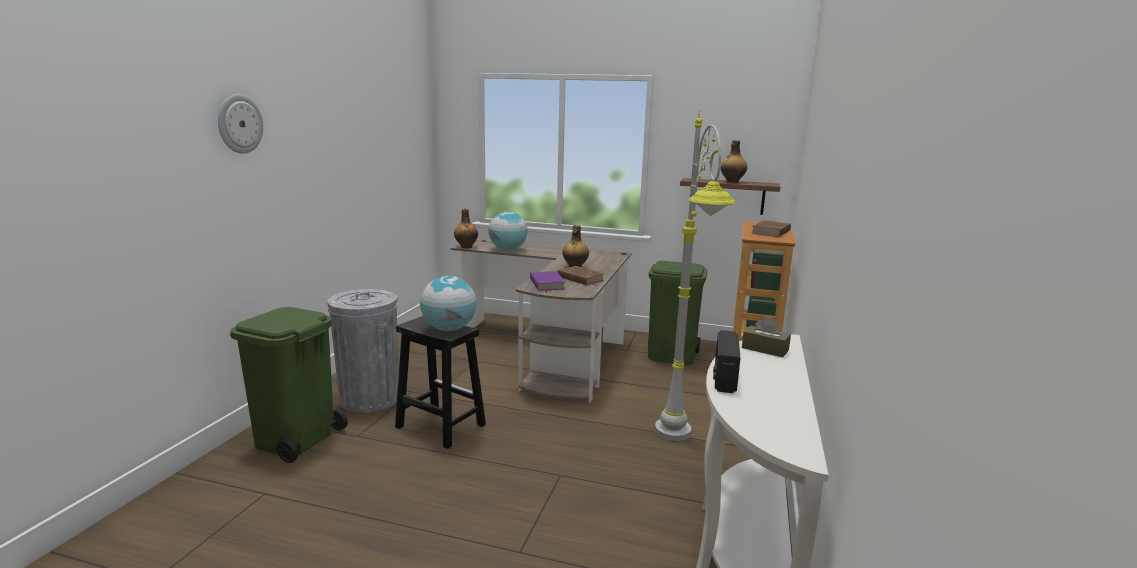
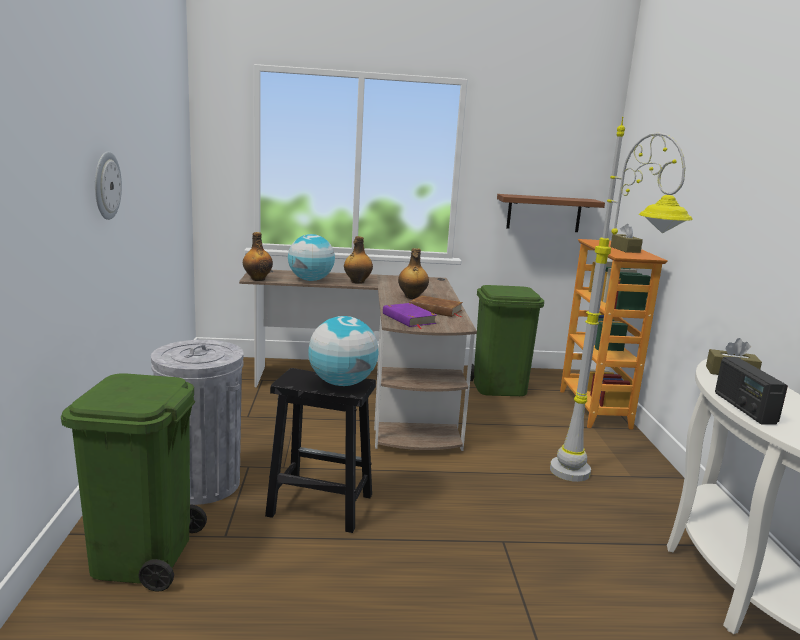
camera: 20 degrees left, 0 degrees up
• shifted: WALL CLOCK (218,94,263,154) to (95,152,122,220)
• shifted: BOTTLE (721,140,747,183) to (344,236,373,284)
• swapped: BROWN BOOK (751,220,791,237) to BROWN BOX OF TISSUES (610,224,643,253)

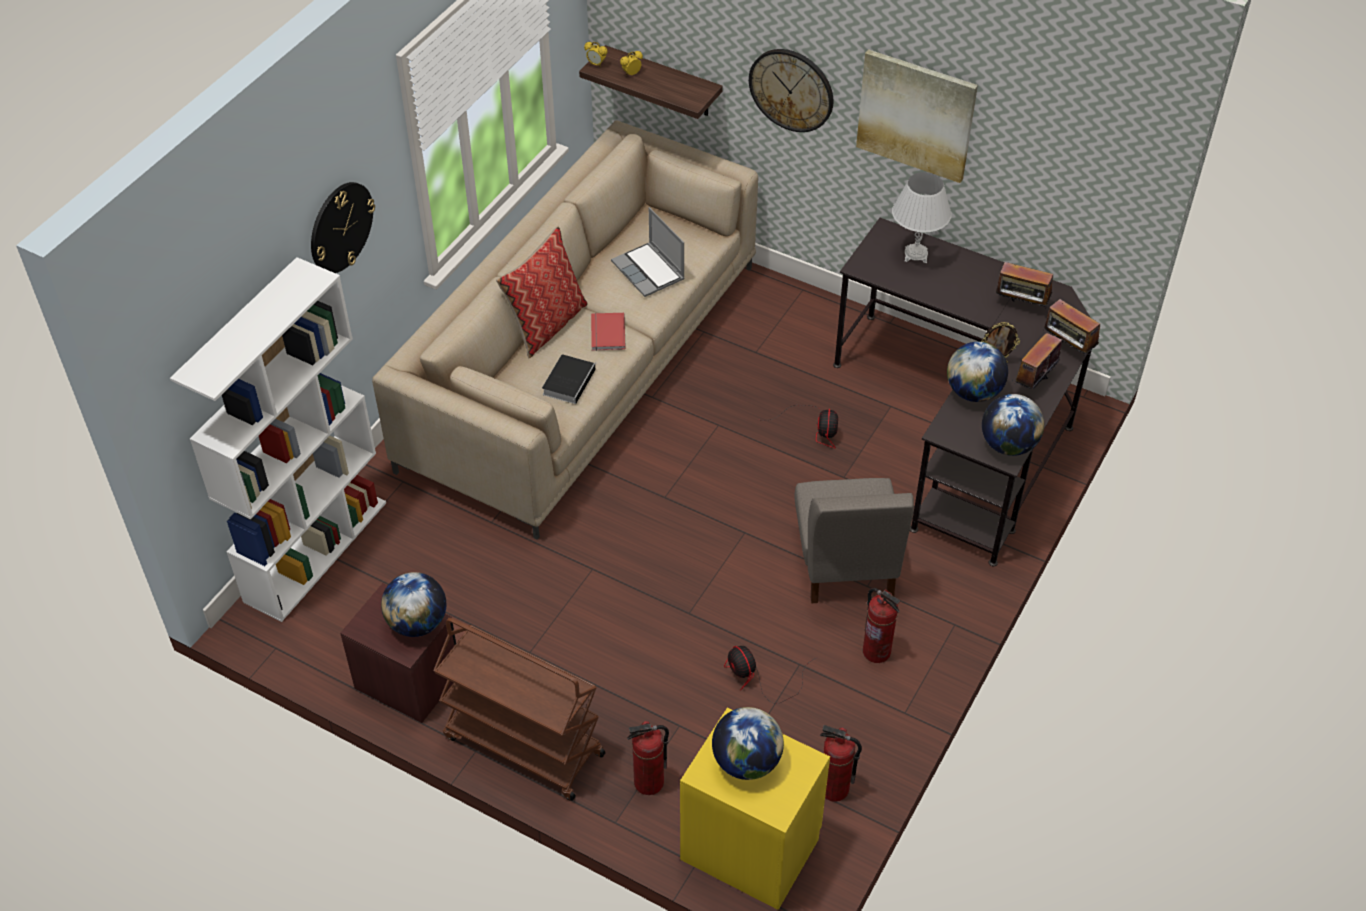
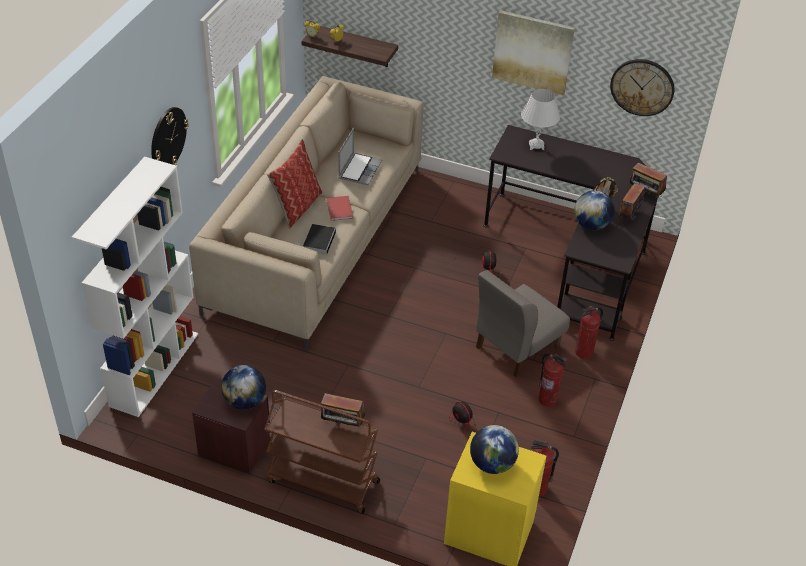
camera: 10 degrees left, 5 degrees down
• shifted: RADIO (996,262,1053,308) to (321,393,365,427)
• rotated: LAPTOP (611,207,685,297) = (338,128,382,185) 120 degrees counterclockwise
• rotated: GRAY CHAIR (794,478,914,603) = (476,270,570,378) 60 degrees clockwise
• shifted: EXTINGUISHER (627,721,669,795) to (575,306,603,359)
• shifted: WALL CLOCK (749,49,834,132) to (610,59,674,116)
• gone: GLOBE (982,394,1044,456)

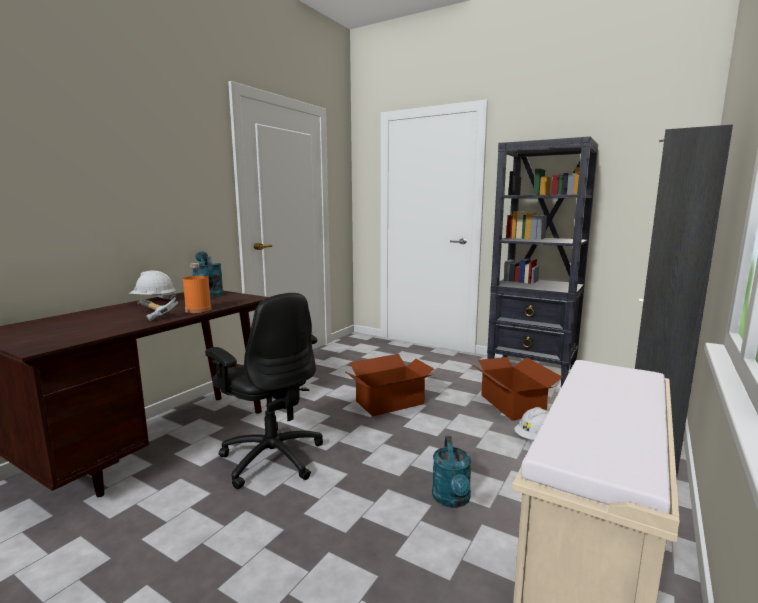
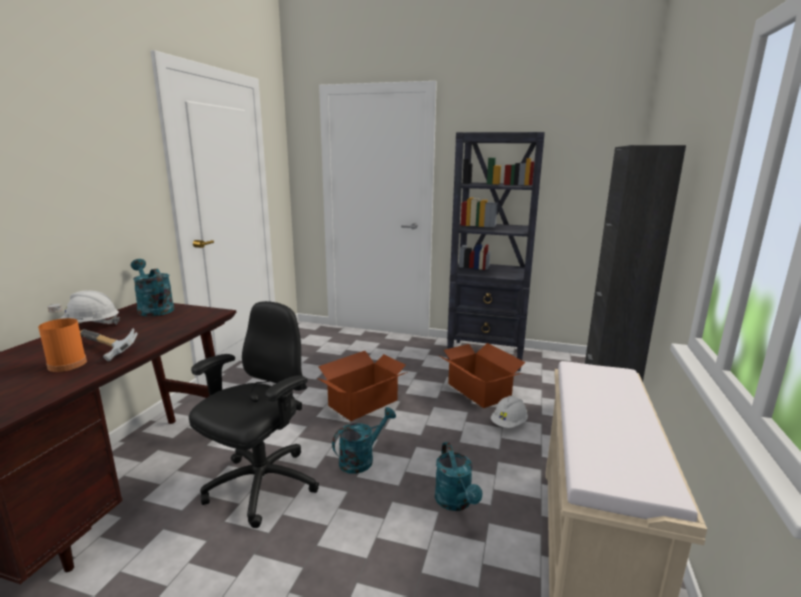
camera: 15 degrees left, 5 degrees up
• shifted: ORANGE-COLOURED BOTTLE (183,263,212,313) to (38,304,87,372)
• rotated: BLACK COMPUTER CHAIR (205,293,323,489) = (189,301,319,528) 90 degrees counterclockwise
• new: TURQUOISE SPRINKLING CAN (332,407,396,474)

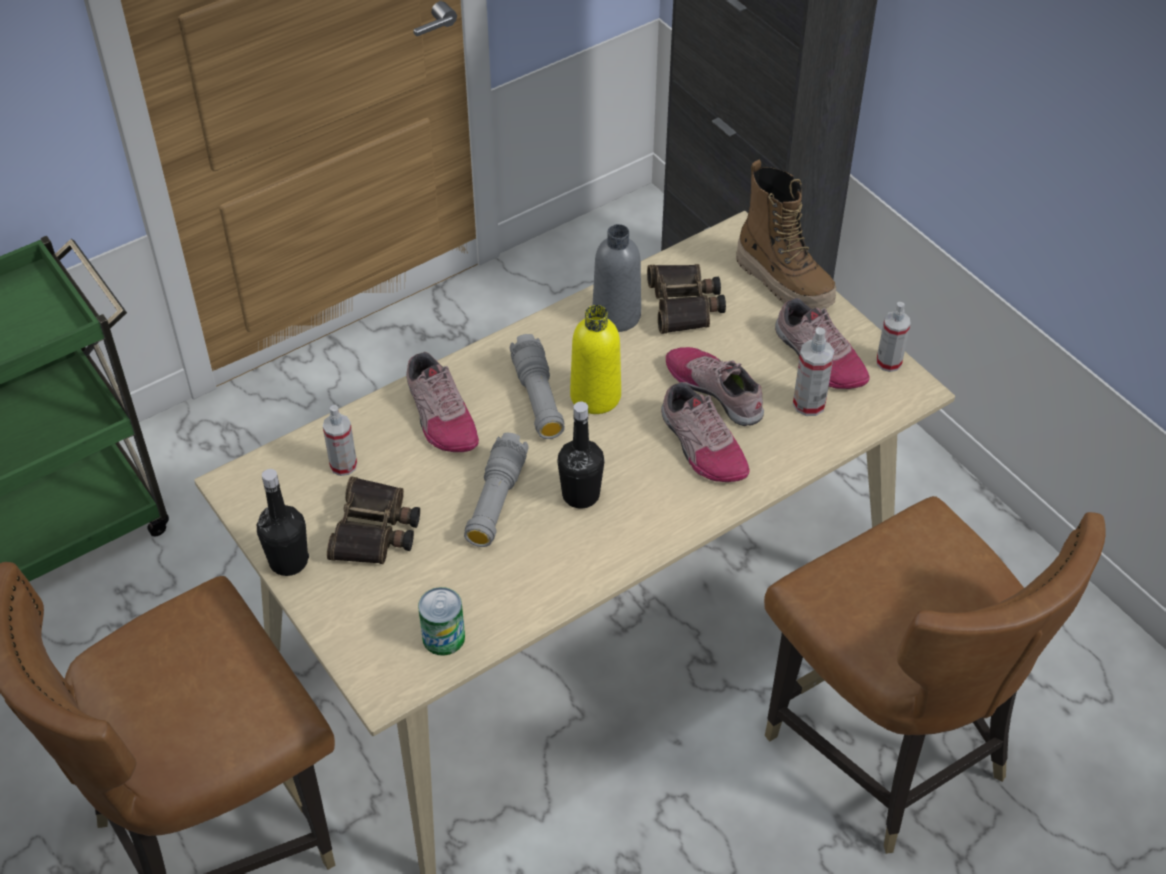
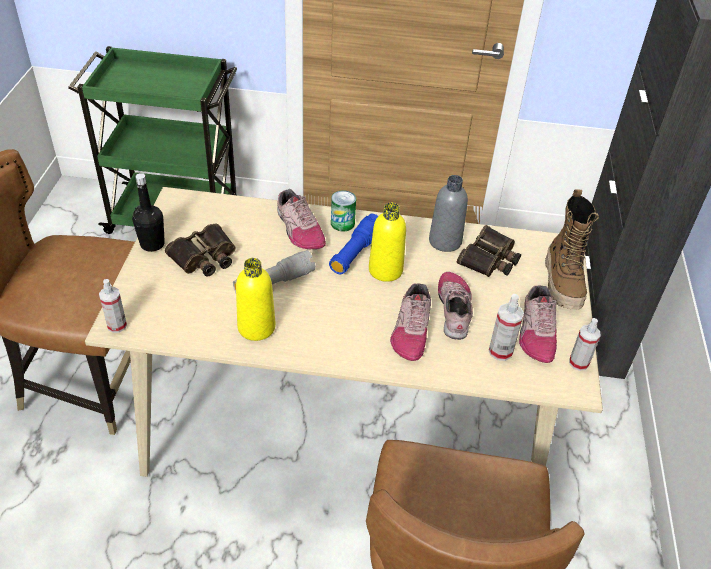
camera: 40 degrees right, 5 degrees down
• shifted: SPRAYER (323,405,357,476) to (99,279,127,333)
• new: YELLOWISH BOTTLE (236,258,276,341)
• rotated: LOW SHOE (406,352,479,452) = (277,189,326,249) 45 degrees counterclockwise
• repainted: GRAY FLASHLIGHT (510,334,565,439) to BLUE-COLOURED FLASHLIGHT (329,214,378,274)
• shifted: METAL CAN (418,587,465,656) to (331,190,356,231)
• gone: BLACK BOTTLE (558,402,605,509)

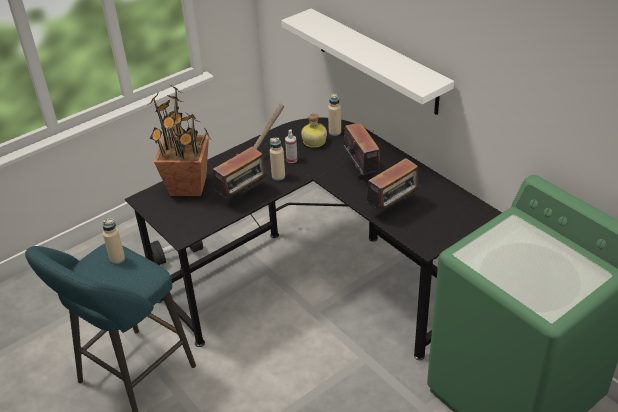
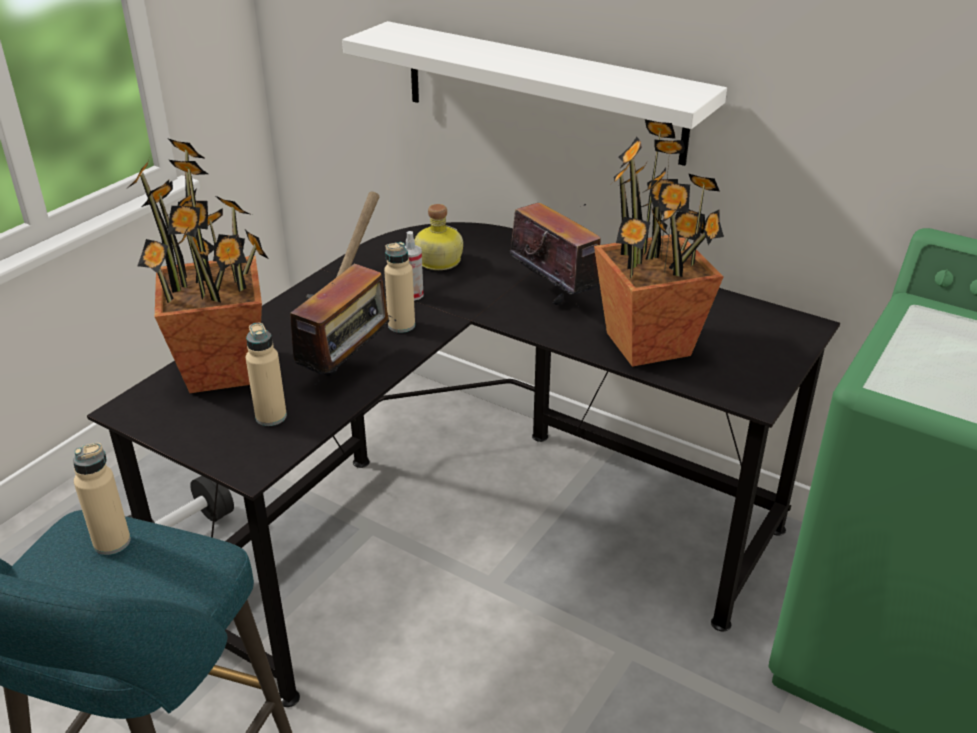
camera: 20 degrees left, 5 degrees down
• shifted: BEIGE-COLOURED BOTTLE (328,93,341,136) to (246,323,287,426)
• swapped: RADIO (367,158,422,213) to HOUSEPLANT (594,119,724,367)

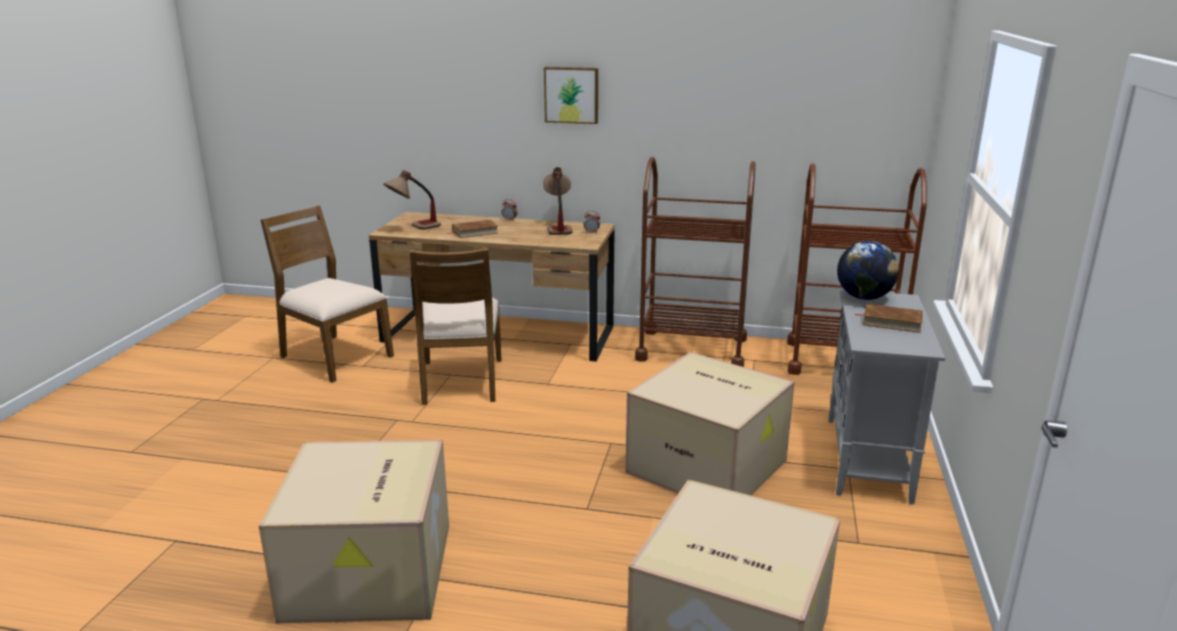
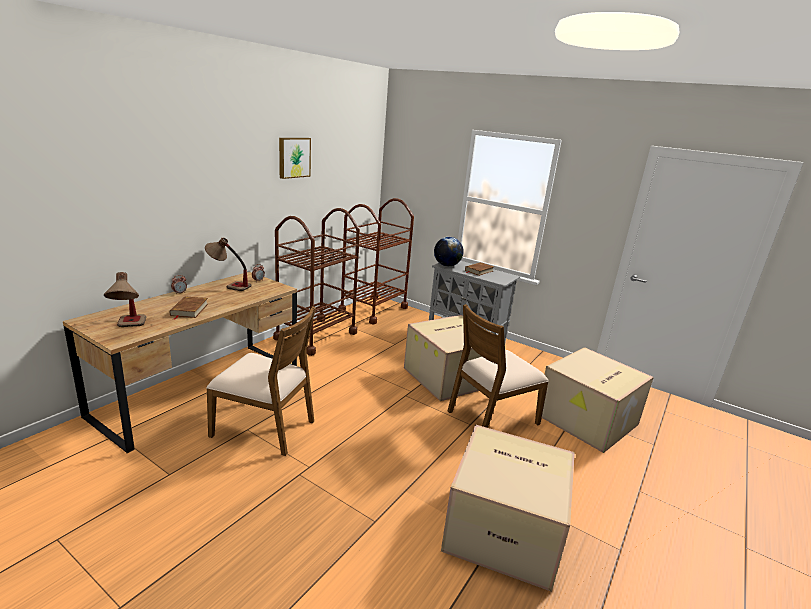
camera: 70 degrees left, 0 degrees up
• shifted: WALL PICTURE (544,67,598,124) to (279,138,311,179)
• shifted: BROWN CHAIR (261,205,394,383) to (448,304,549,428)

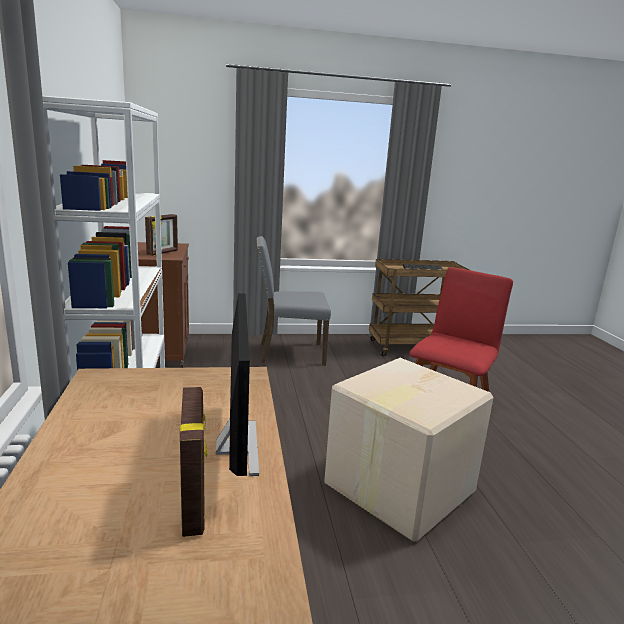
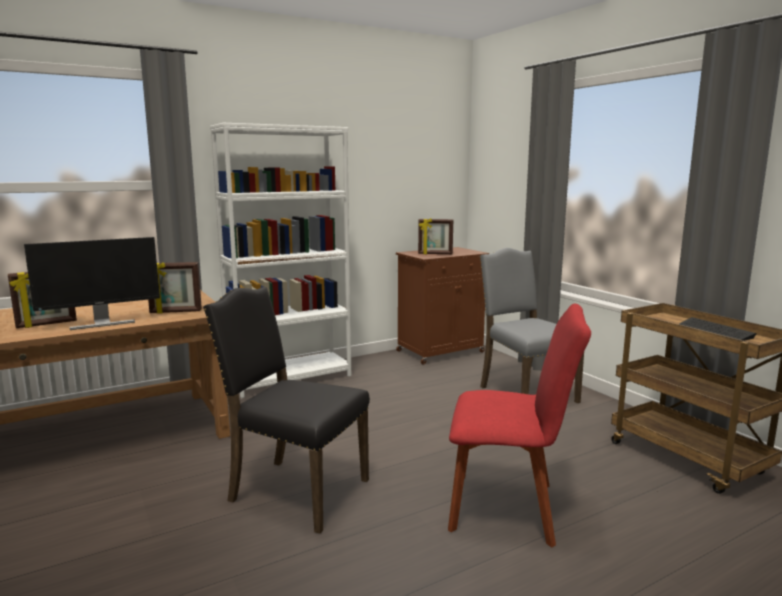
camera: 70 degrees right, 5 degrees down
• new: PHOTO FRAME (148,262,202,314)
• swapped: PACKING BOX (325,358,494,542) to BLACK CHAIR (203,287,370,534)

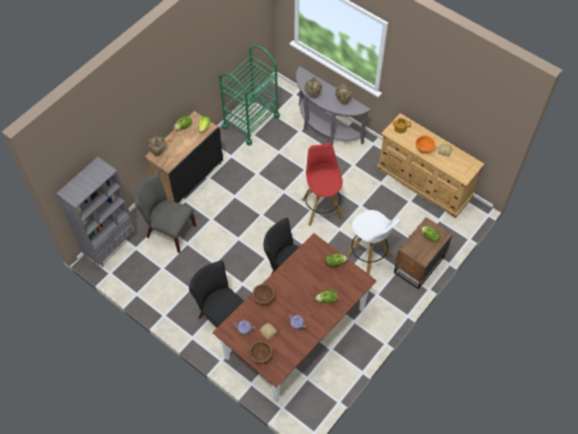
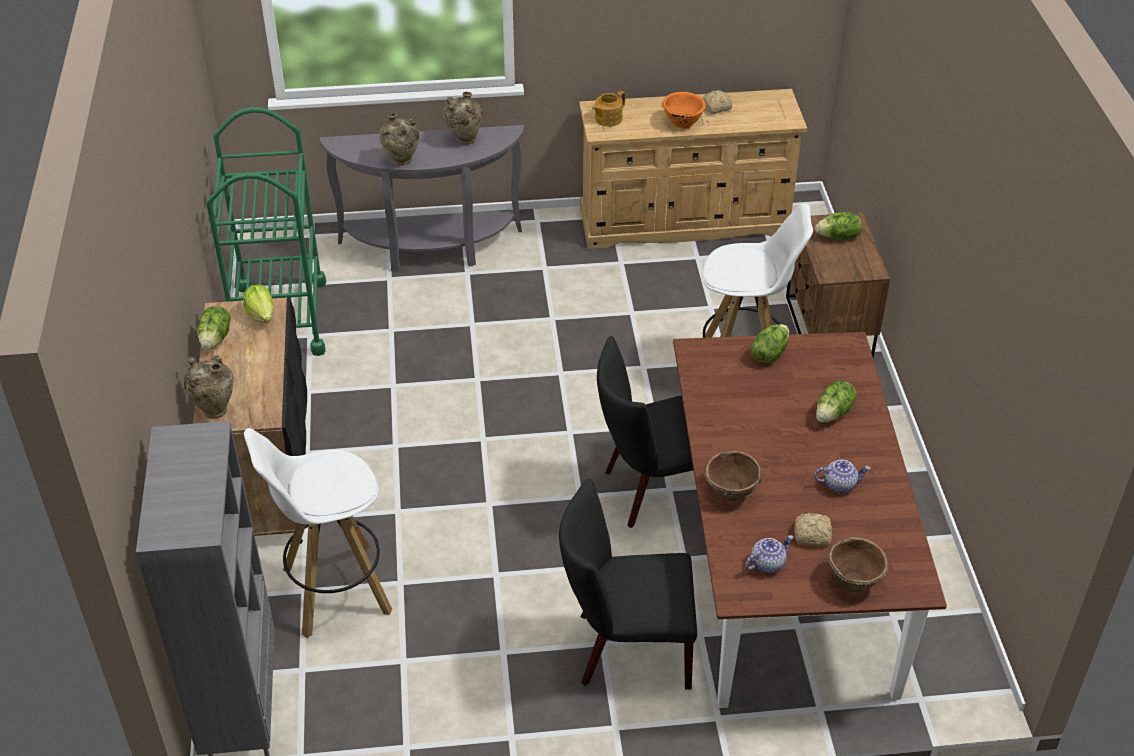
camera: 45 degrees left, 15 degrees down
• swapped: GRAY CHAIR (134,172,196,253) to WHITE-COLOURED STOOL SEAT (244,428,392,638)
• gone: RED-COLOURED STOOL SEAT (302,143,343,226)

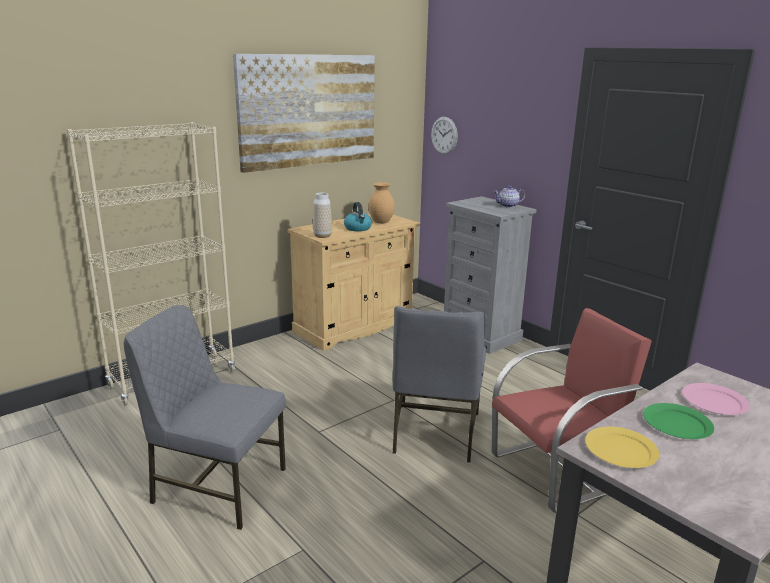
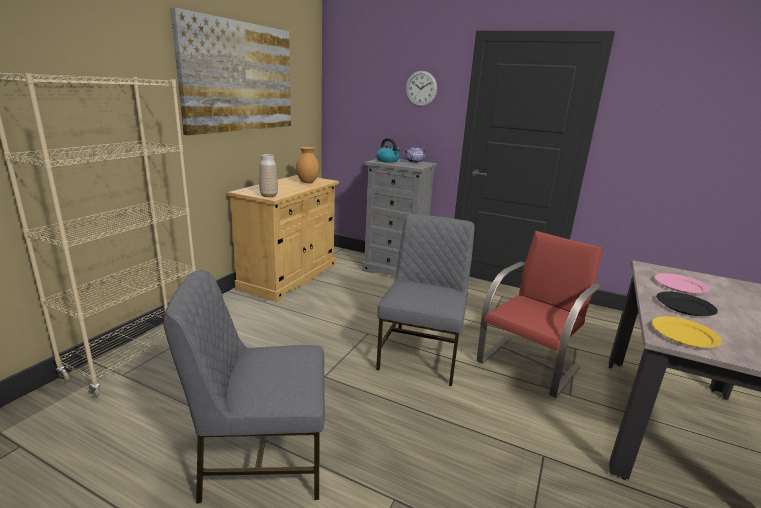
camera: 25 degrees left, 0 degrees up
• shifted: TEA KETTLE (344,202,372,231) to (376,138,400,162)
• rotated: GRAY CHAIR (393,306,486,463) = (376,214,475,386) 150 degrees counterclockwise
• shifted: WALL CLOCK (431,117,458,154) to (406,71,437,107)
• repainted: GREEN PLATE (643,403,714,439) to BLACK PLATE (656,292,718,316)

